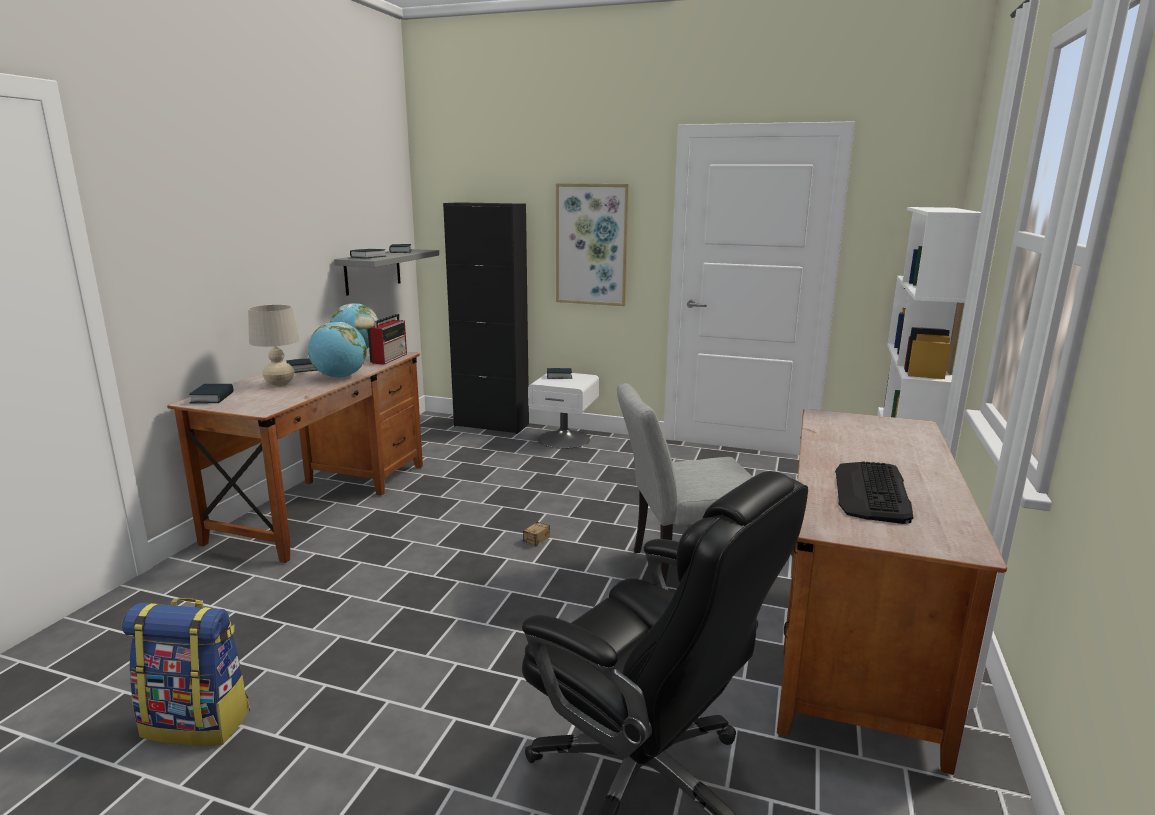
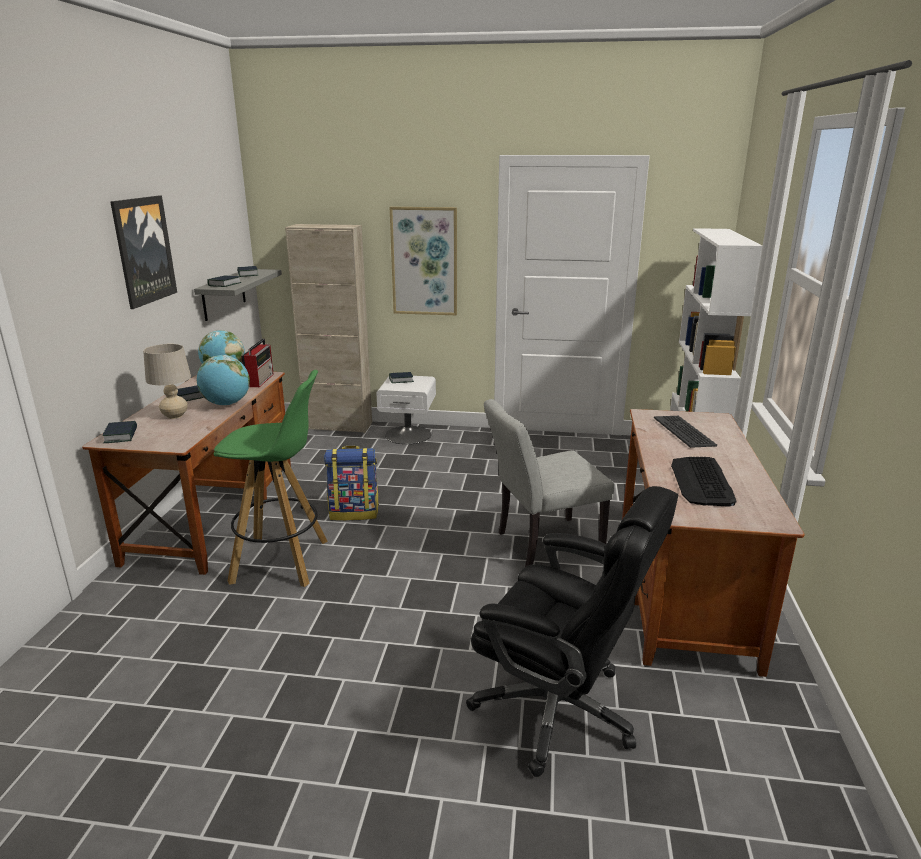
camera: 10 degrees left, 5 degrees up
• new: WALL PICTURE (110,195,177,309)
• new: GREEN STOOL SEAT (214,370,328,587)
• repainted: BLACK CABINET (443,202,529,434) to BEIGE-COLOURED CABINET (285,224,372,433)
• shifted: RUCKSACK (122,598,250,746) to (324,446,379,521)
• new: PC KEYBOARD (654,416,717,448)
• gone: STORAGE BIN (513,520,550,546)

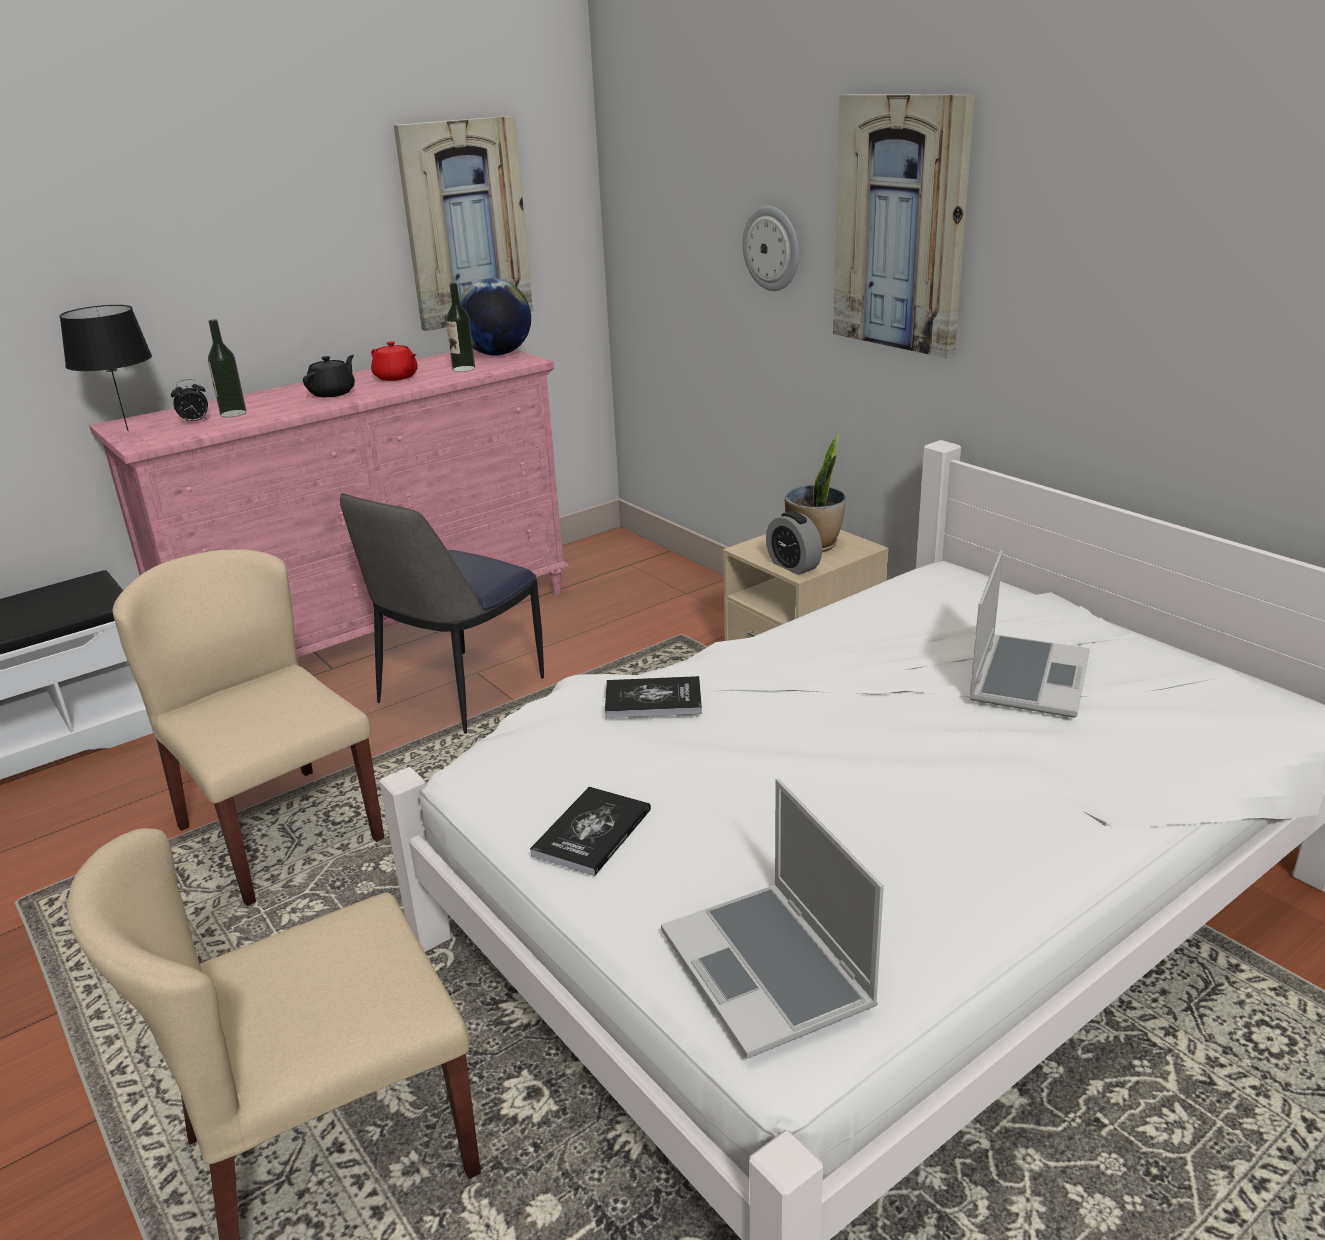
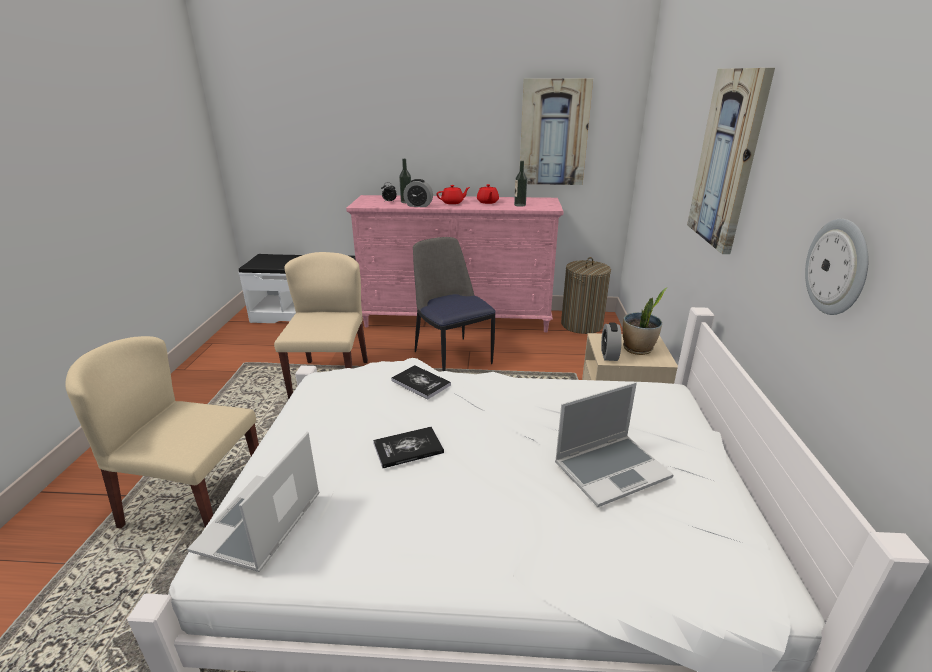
camera: 40 degrees right, 0 degrees up
• shifted: BOOK (530,787,651,876) to (373,427,444,468)
• new: TABLE CLOCK (403,179,433,207)
• rotated: CHAIR (340,493,544,734) = (413,237,496,371) 75 degrees clockwise
• repainted: BLACK POT FOR TEA (303,355,355,397) to RED-COLOURED POT FOR TEA (437,185,470,204)
• new: HAMPER (561,257,611,334)
• shifted: WALL CLOCK (743,206,799,291) to (805,219,869,315)
• gone: BLACK TABLE LAMP (59,305,152,431)
• gone: GLOBE (459,278,531,356)

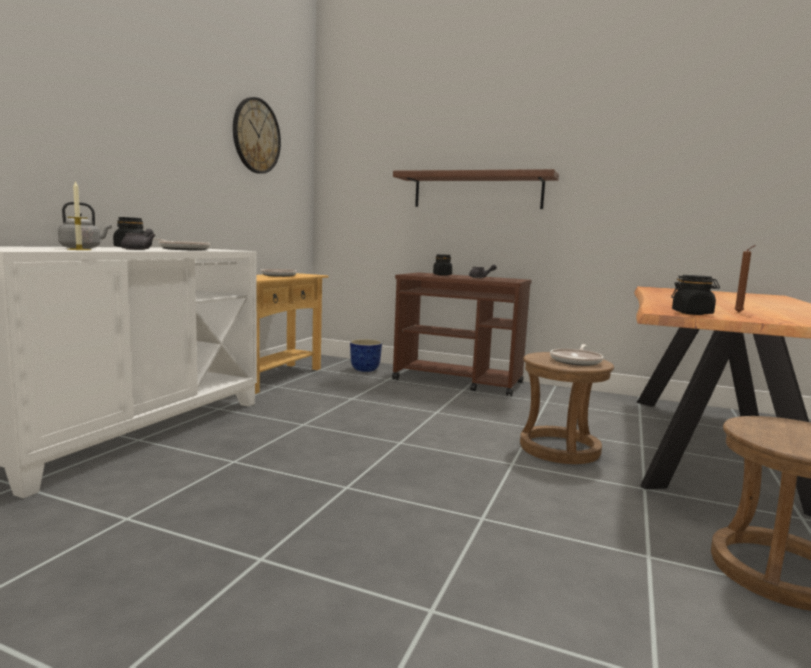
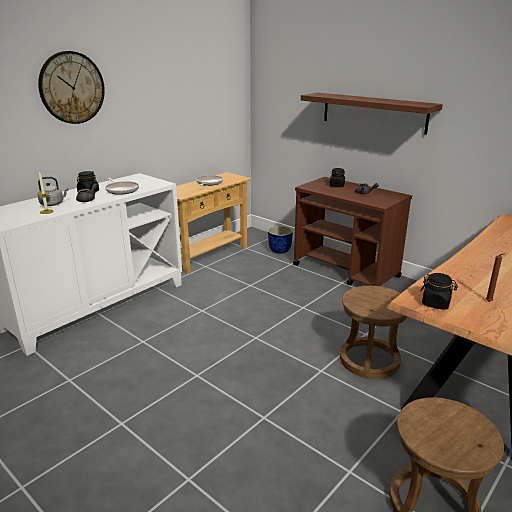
camera: 20 degrees right, 15 degrees up
• shifted: WALL CLOCK (233,97,281,174) to (38,51,105,124)
• gone: FRYING PAN (550,344,604,366)

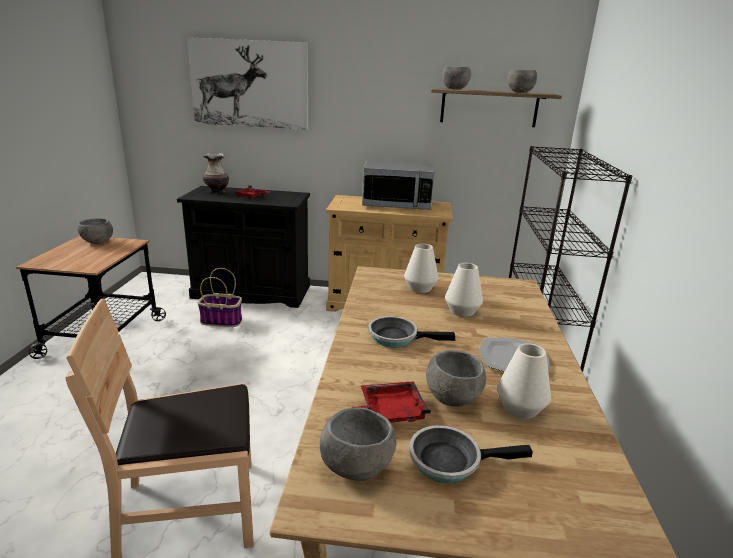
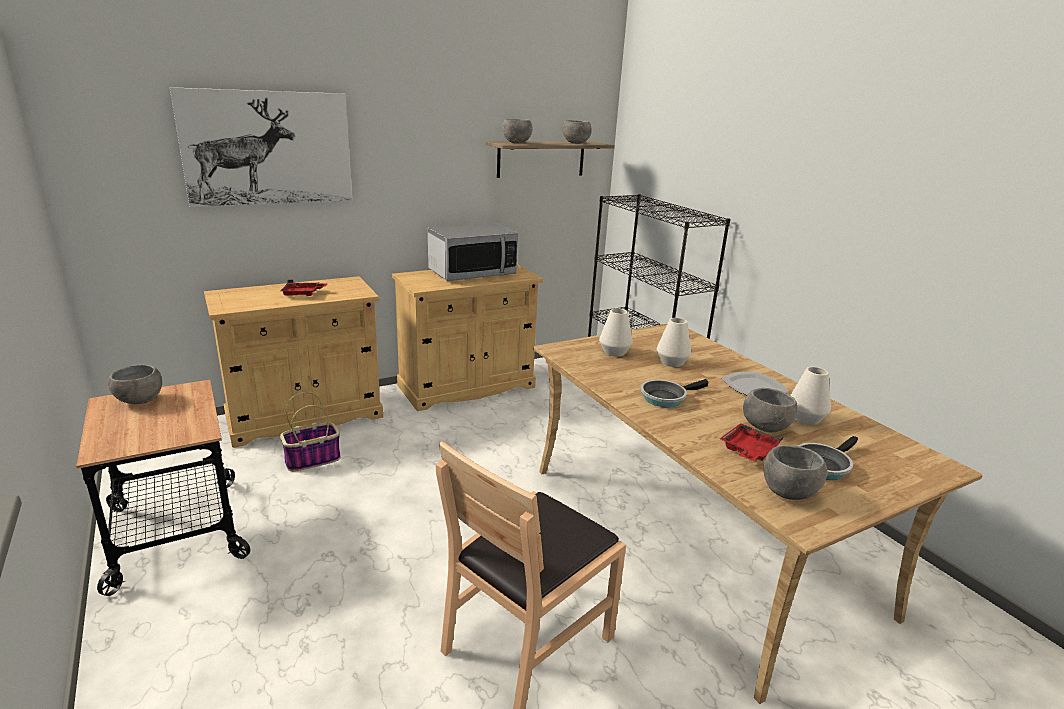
camera: 35 degrees left, 0 degrees up
• repainted: BLACK CABINET (177,186,310,308) to BEIGE-COLOURED CABINET (204,276,383,448)
• gone: DECORATIVE VASE (203,153,229,194)

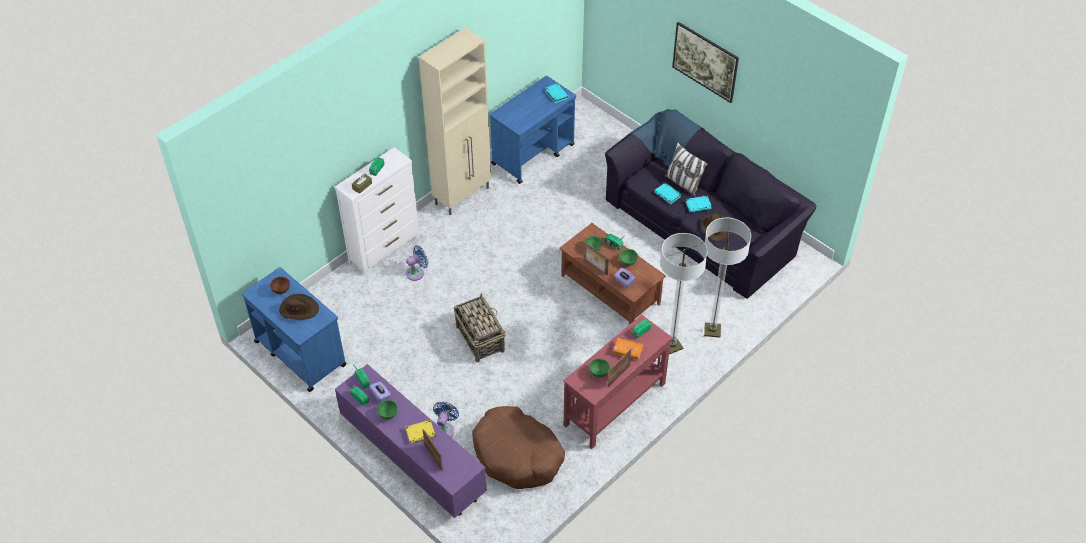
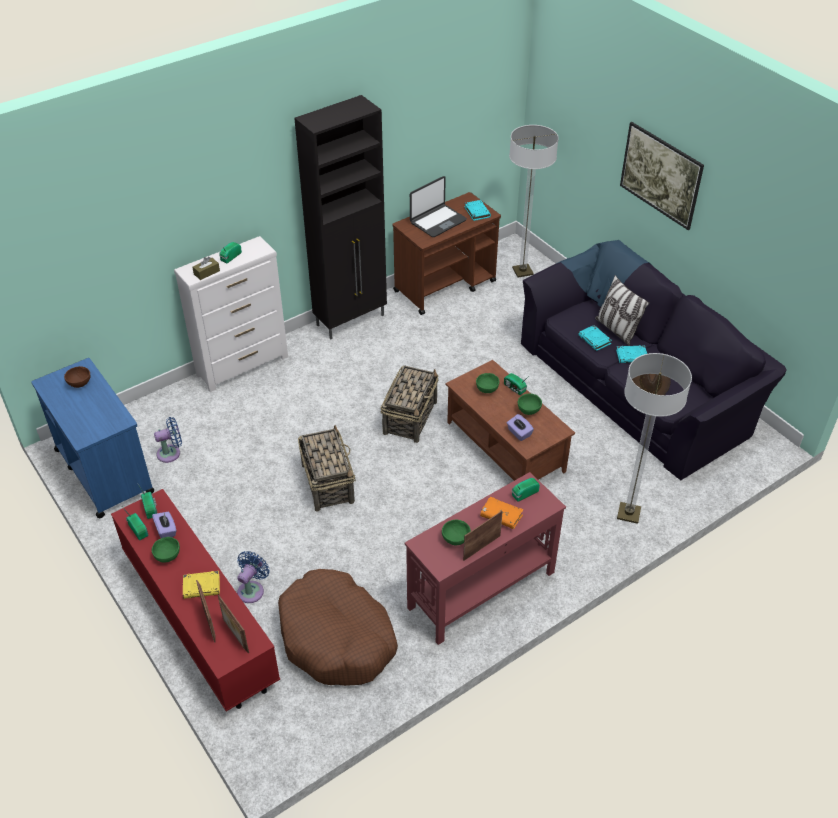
camera: 10 degrees right, 5 degrees down
• repainted: PURPLE TV STAND (335,364,487,518) to RED-COLOURED TV STAND (111,489,280,712)
• shifted: BLUE-COLOURED ELECTRIC FAN (406,245,428,281) to (154,417,182,463)
• shifted: PHOTO FRAME (584,242,609,276) to (218,595,249,653)
• repainted: BEIGE-COLOURED CABINET (419,28,491,216) to BLACK CABINET (294,95,387,339)
• new: HOUSEHOLD BASKET (381,365,438,443)
• repainted: BLUE-COLOURED WHEELED CART (489,76,576,184) to BROWN WHEELED CART (392,192,501,315)
• new: LAPTOP (410,176,467,237)
• shifted: FLOOR LAMP (660,233,708,354) to (509,125,559,277)
• gone: BROWN HAT (279,294,319,320)

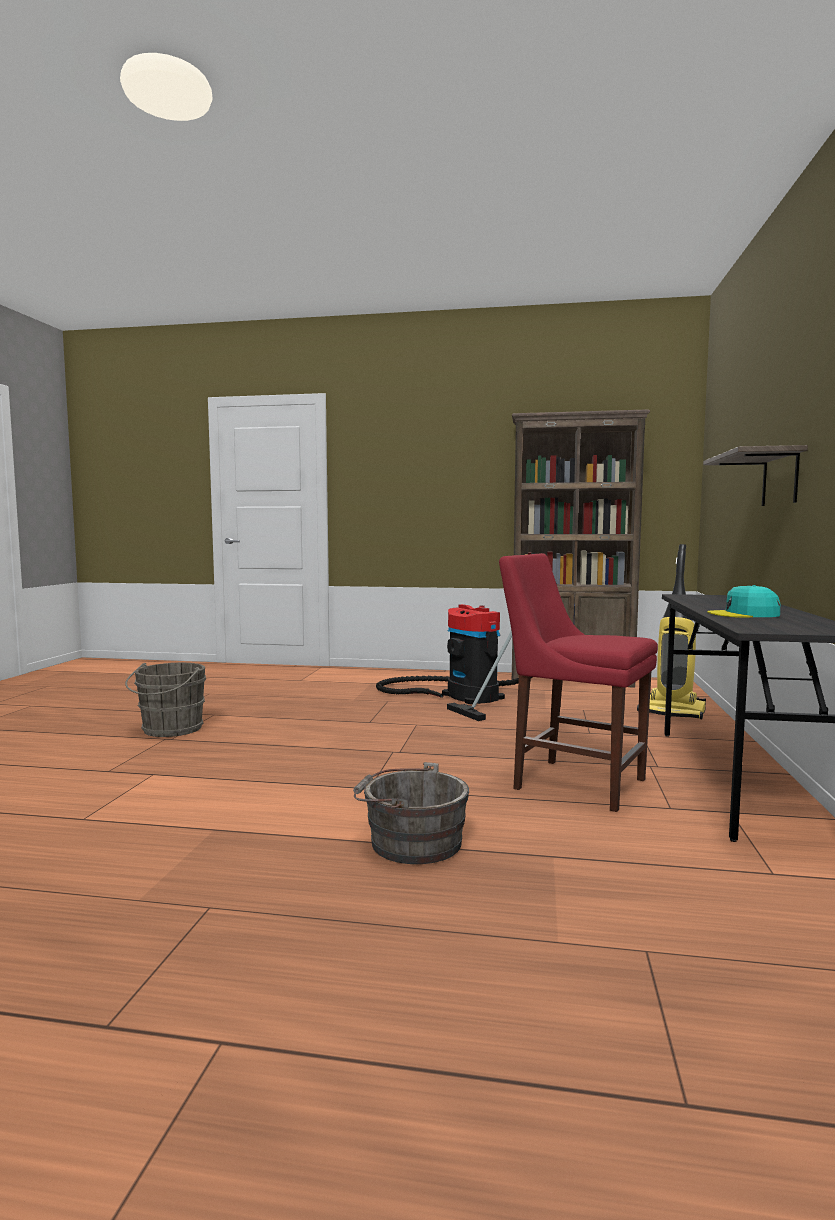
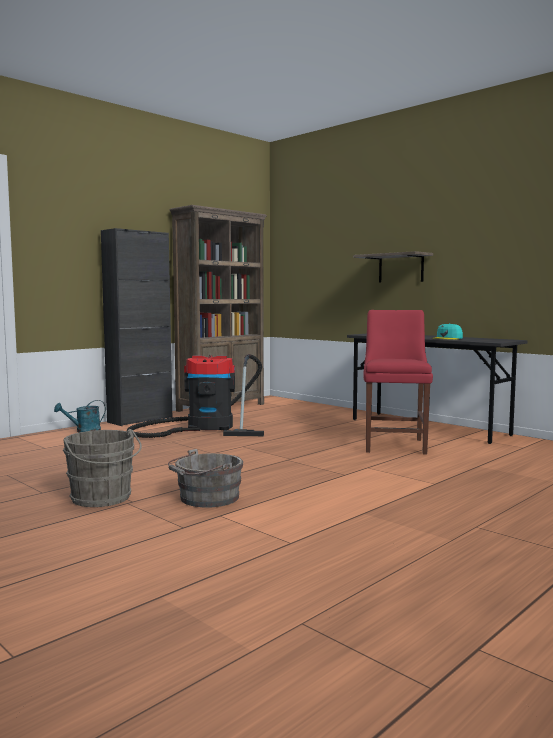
camera: 55 degrees left, 0 degrees up
• new: TURQUOISE SPRINKLING CAN (54,400,106,433)
• new: BLACK CABINET (101,228,172,426)
• shifted: GRAY WATER BUCKET (353,762,469,864) to (168,449,243,507)
• rotated: RED-COLOURED CHAIR (499,553,658,812) = (363,310,433,455) 120 degrees clockwise
• gone: VACUUM CLEANER (637,544,706,719)

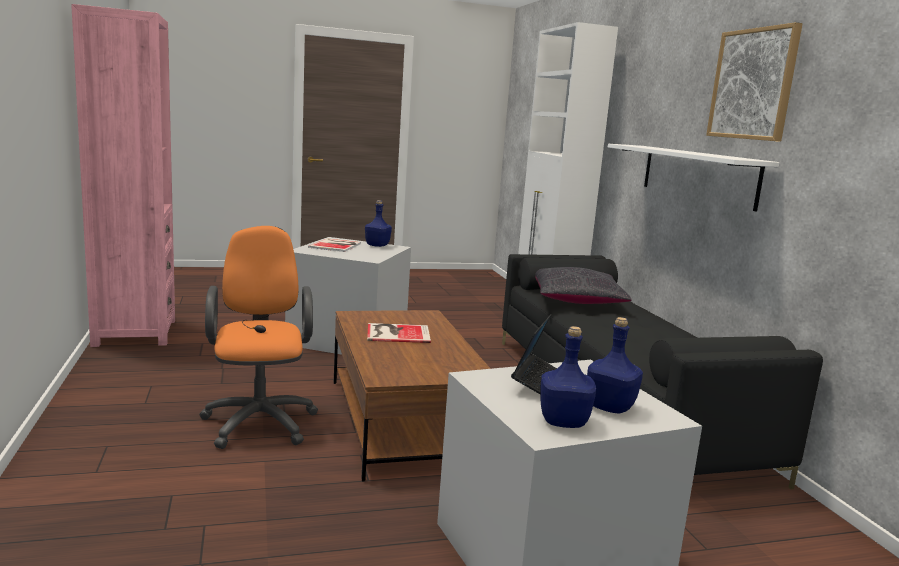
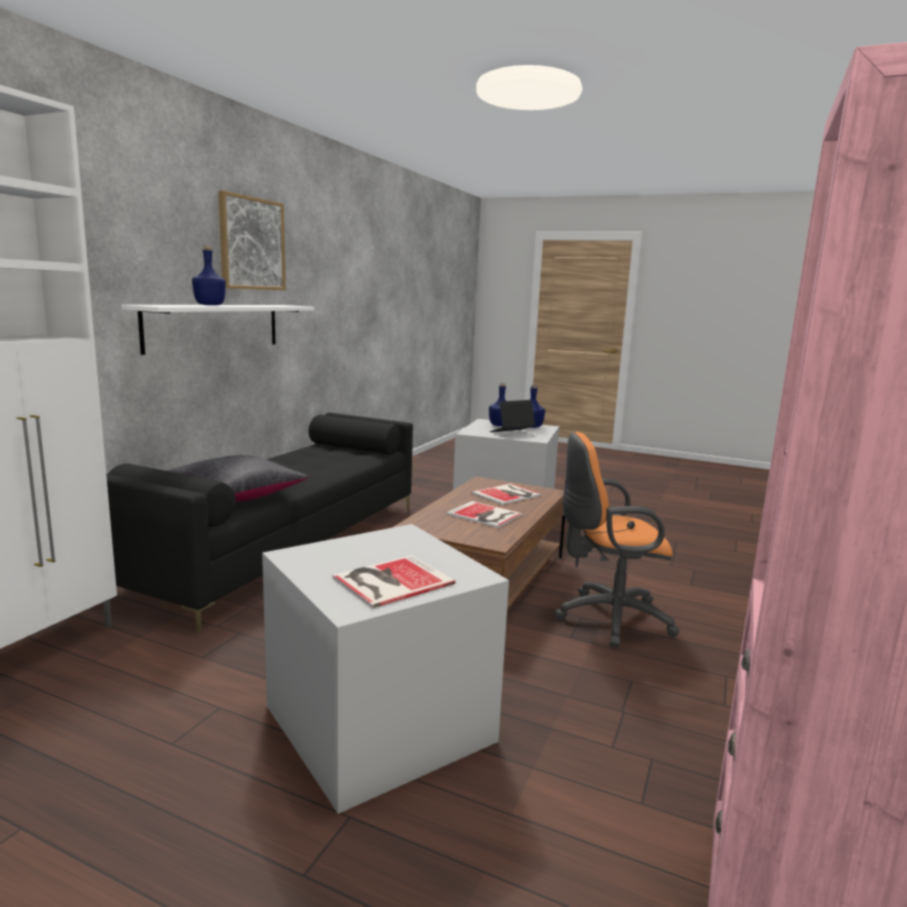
camera: 140 degrees left, 0 degrees up
• shifted: BLUE-COLOURED BOTTLE (365,200,392,247) to (192,245,226,305)
• new: BOOK (471,483,541,505)
• rotated: ORANGE-COLOURED COMPUTER CHAIR (199,226,318,449) = (555,432,680,647) 60 degrees clockwise

